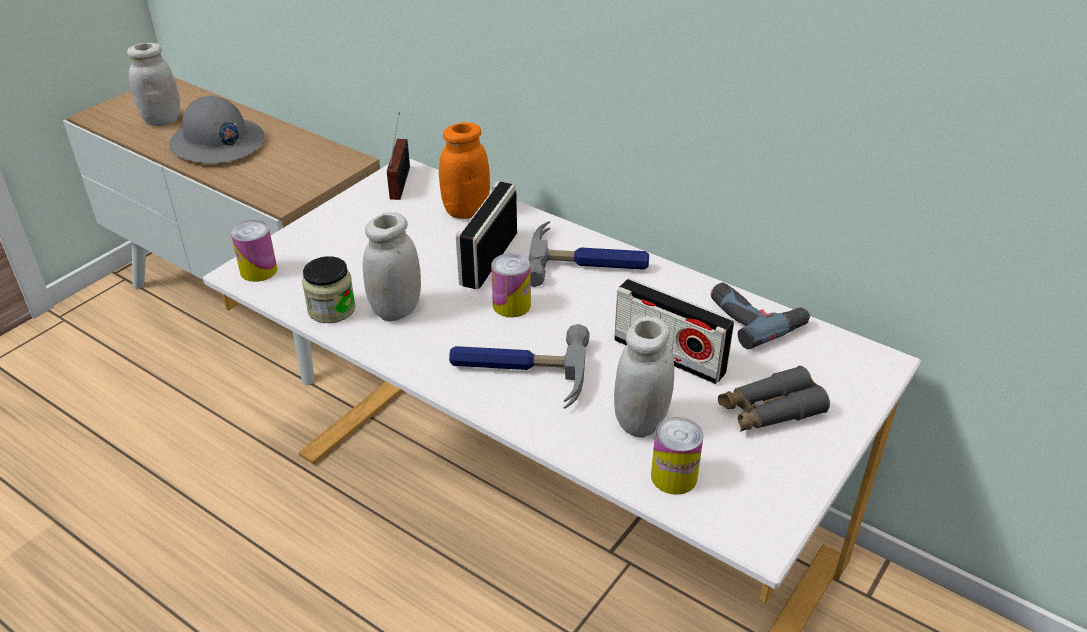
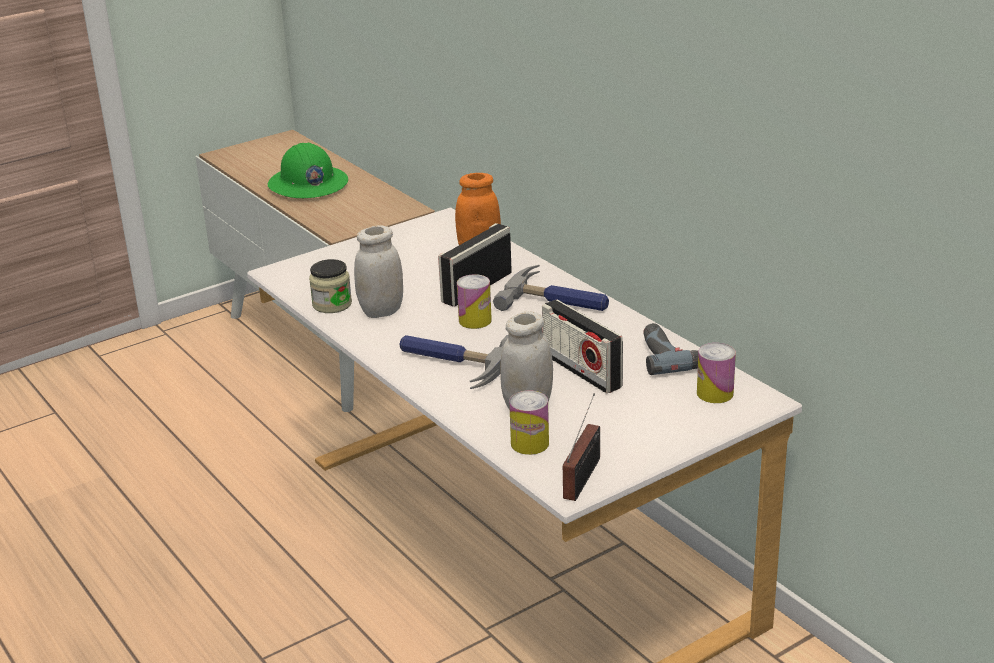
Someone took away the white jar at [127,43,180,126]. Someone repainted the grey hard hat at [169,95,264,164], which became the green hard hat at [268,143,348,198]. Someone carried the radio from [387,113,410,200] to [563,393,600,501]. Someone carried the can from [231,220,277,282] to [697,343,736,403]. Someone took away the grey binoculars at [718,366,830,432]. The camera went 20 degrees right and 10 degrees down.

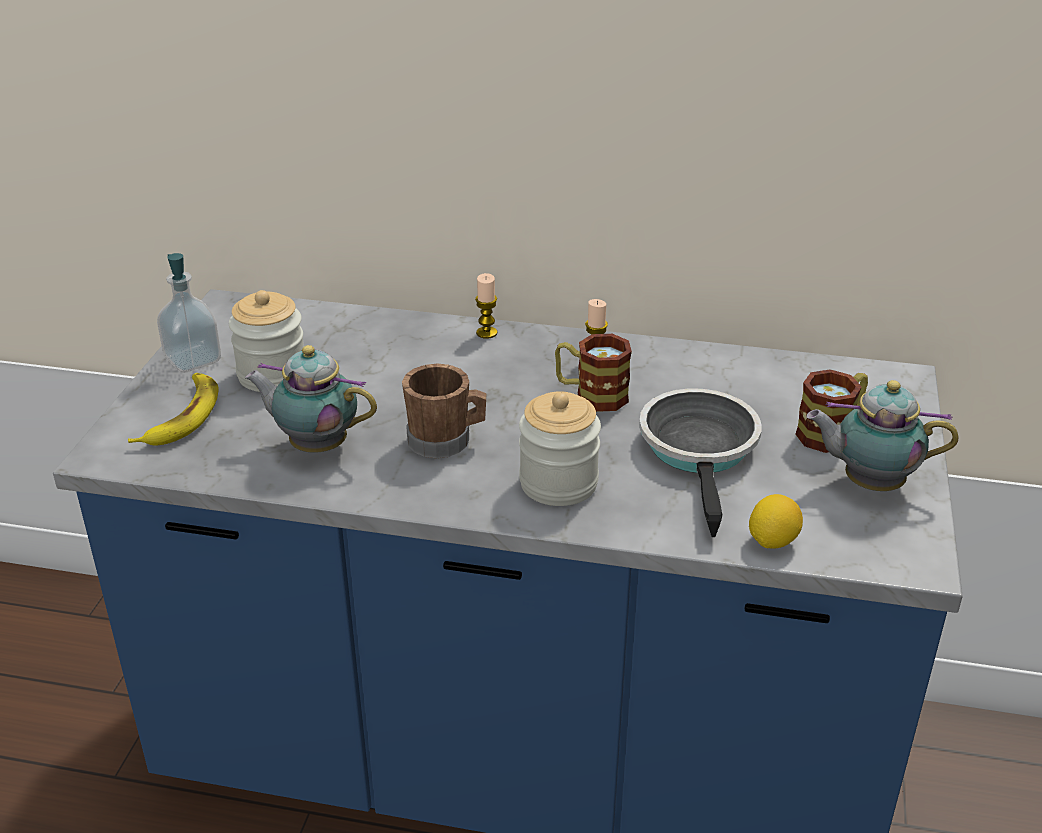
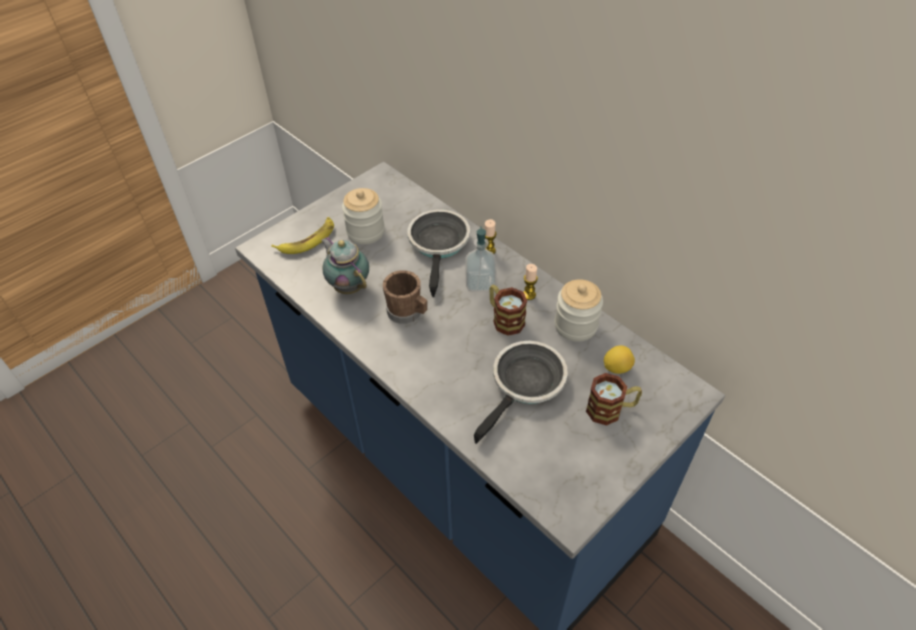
Someone carried the soap dispenser from [157,253,221,373] to [465,226,497,292]. Someone took away the teapot at [806,380,959,491]. Someone carried the jar from [519,391,601,506] to [555,279,603,342]. Someone carried the lemon from [749,494,803,548] to [604,345,635,374]. Someone put down the frying pan at [407,209,470,297]. The camera went 35 degrees right and 15 degrees up.

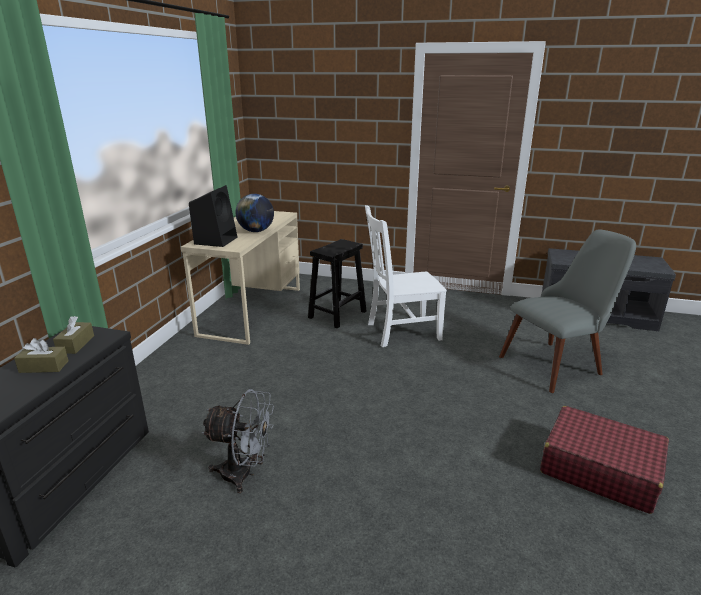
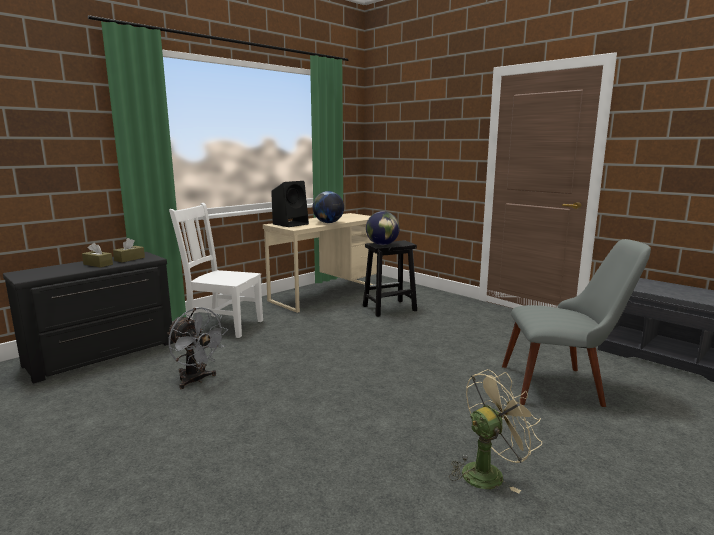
Someone carried the white chair from [365,205,447,347] to [169,203,263,338]. Someone swapped the red suitcase at [540,406,669,514] for the beige fan at [449,369,542,493]. Someone put down the globe at [366,211,400,245]. The camera went 30 degrees right and 10 degrees down.

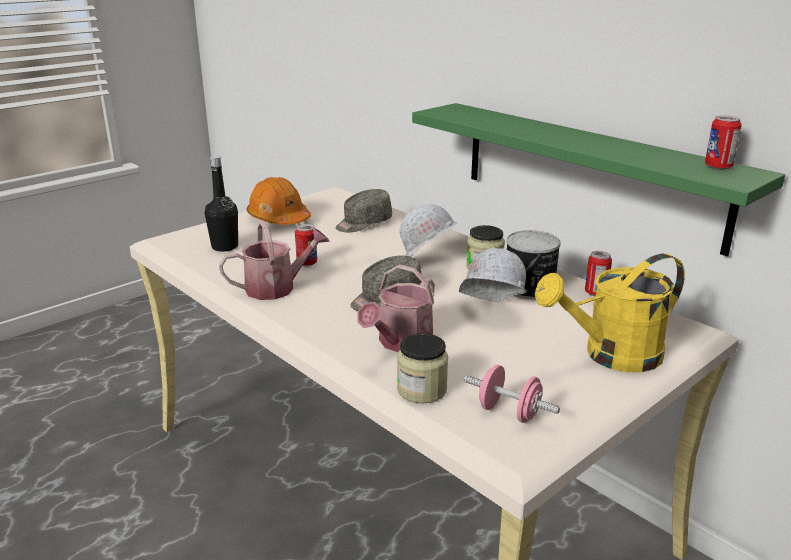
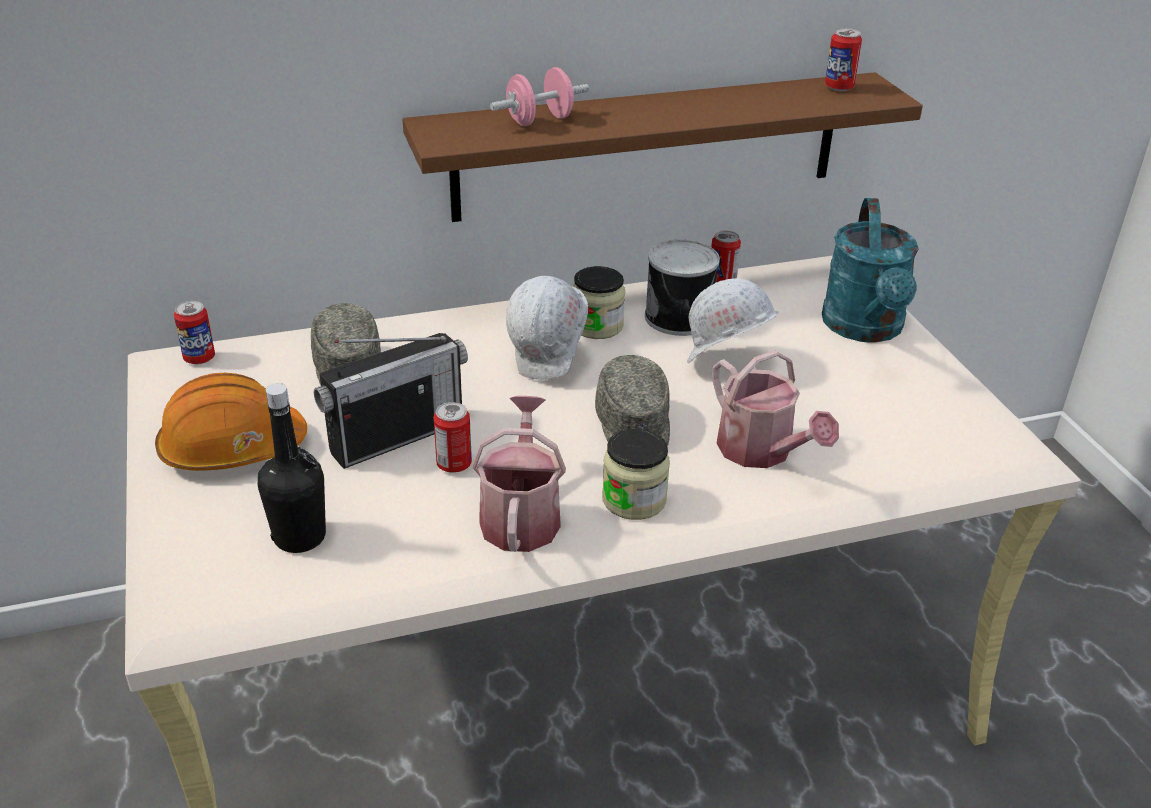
Someone repainted the green shelf at [412,103,785,256], which became the brown shelf at [402,72,923,222]. Someone repainted the yellow watering can at [535,253,685,372], which became the turquoise watering can at [822,198,919,343]. Someone carried the jar from [397,333,448,404] to [602,429,670,520]. Someone carried the pink dumbbell from [464,365,560,423] to [490,67,589,126]. Someone put down the can at [174,301,215,364]. Someone put down the radio at [314,333,468,469]. The camera went 65 degrees left and 10 degrees up.

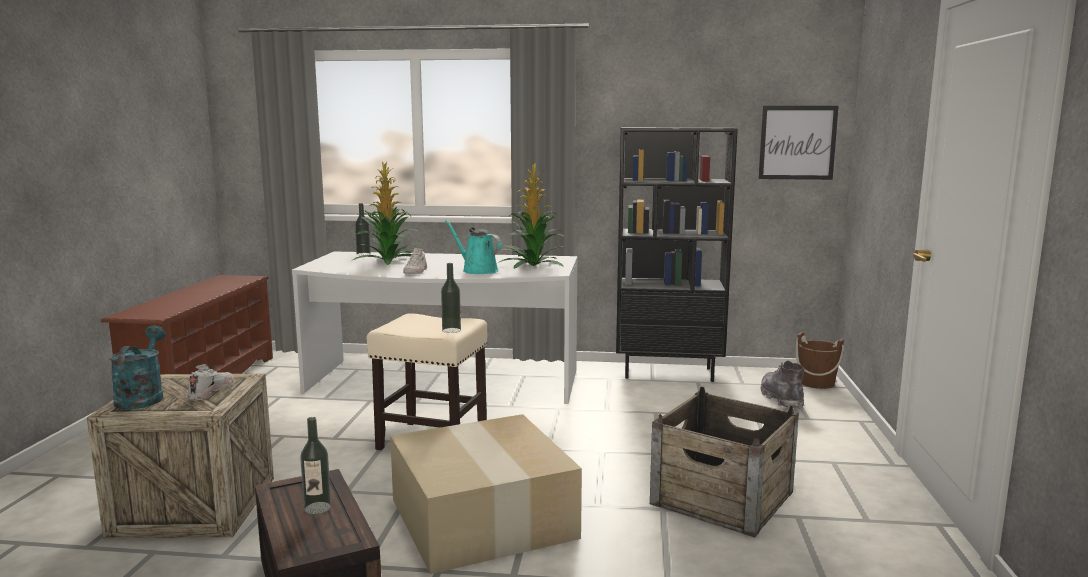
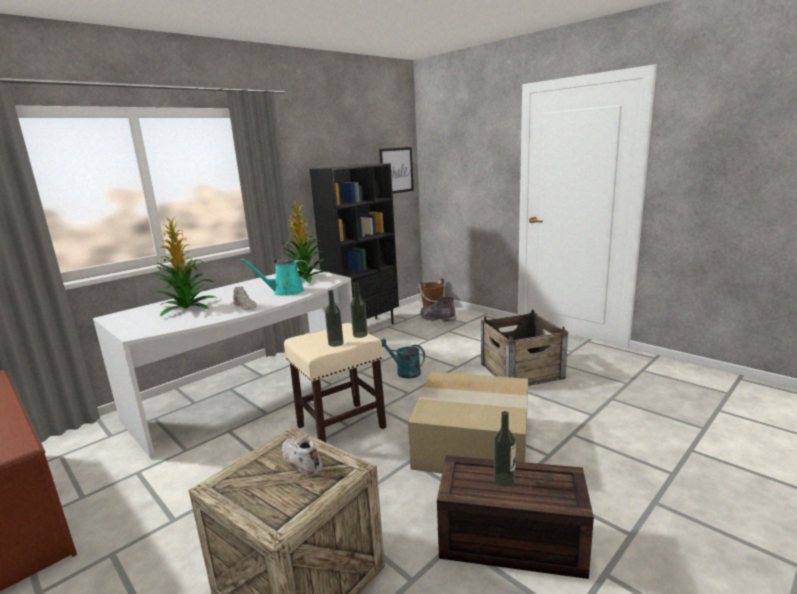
Someone carried the bottle from [355,203,371,256] to [325,290,344,347]. Someone carried the turquoise watering can from [110,325,165,410] to [381,339,425,378]. The camera went 50 degrees left and 5 degrees up.

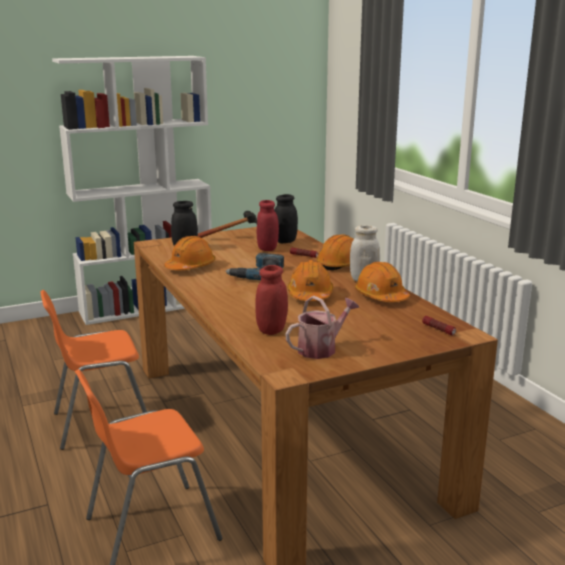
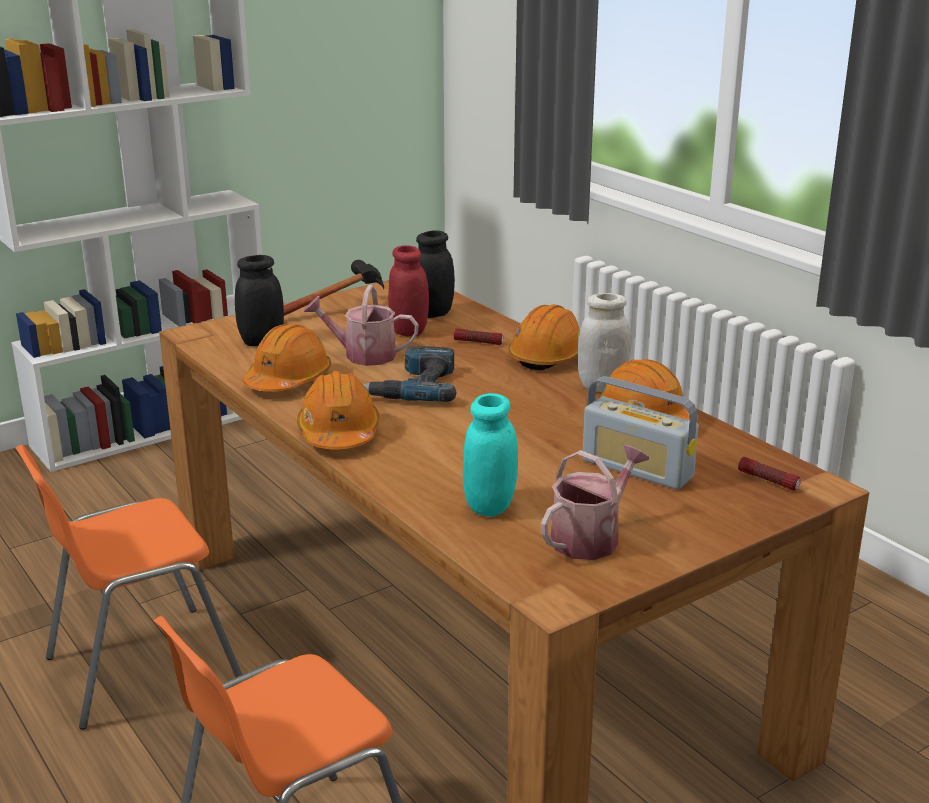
Someone carried the orange hard hat from [287,260,334,301] to [297,371,380,449]. Someone repainted the red jar at [255,265,288,335], which became the turquoise jar at [463,393,518,517]. Someone put down the watering can at [303,285,419,366]. Someone put down the radio at [582,376,699,490]. The camera went 10 degrees left and 5 degrees up.

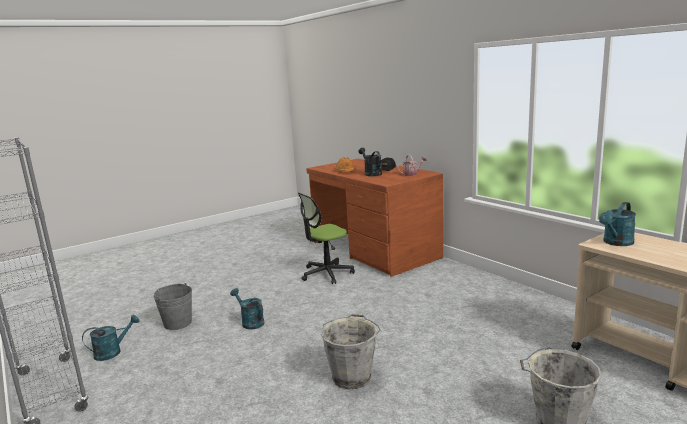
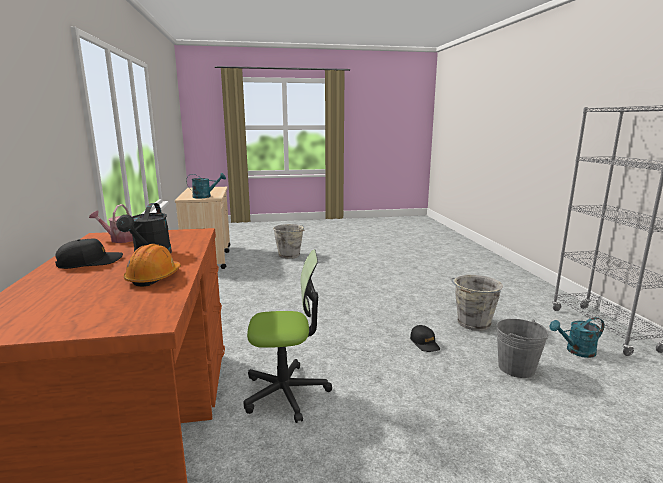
Someone swapped the turquoise watering can at [230,288,264,329] for the black cap at [410,325,440,352]. Someone carried the grey bucket from [321,314,381,389] to [451,275,503,331]. The camera went 155 degrees left and 0 degrees up.

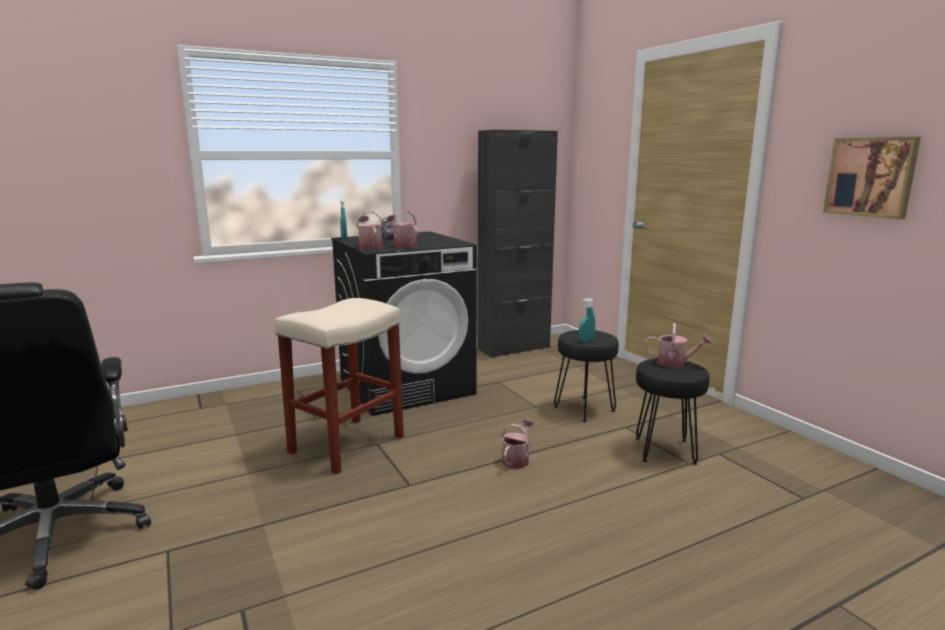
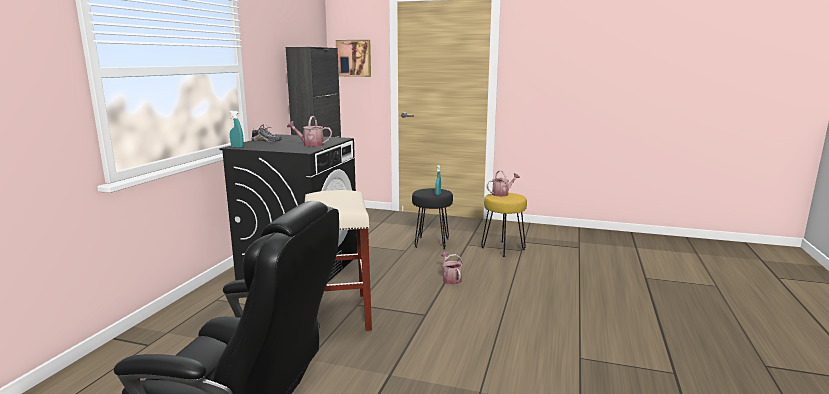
Someone carried the picture from [823,137,921,219] to [336,40,371,77]. Someone took away the watering can at [356,212,383,249]. Someone repainted the black stool at [636,359,710,465], which became the yellow stool at [481,193,527,257]. The camera went 45 degrees left and 0 degrees up.

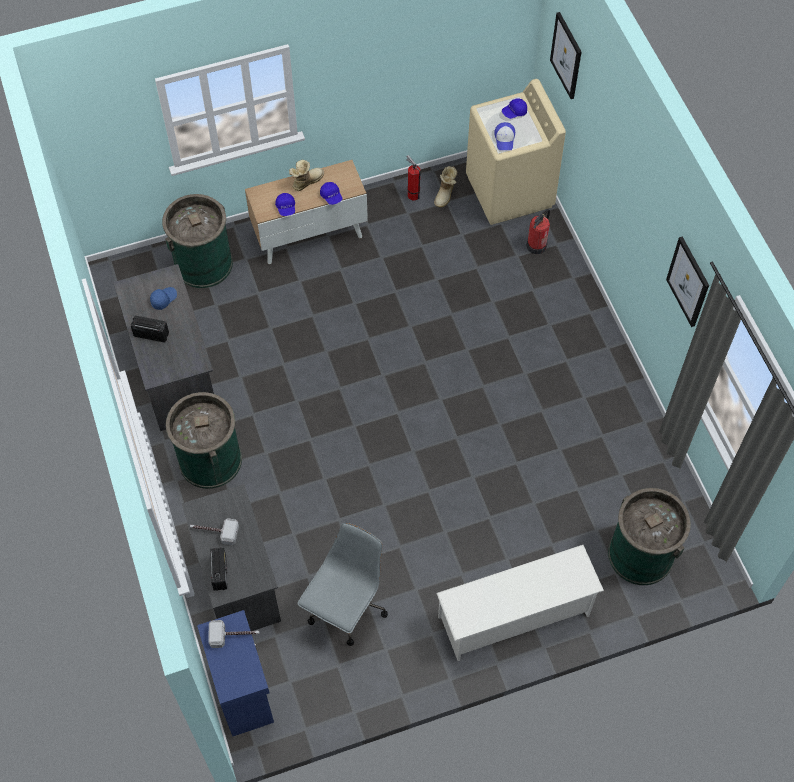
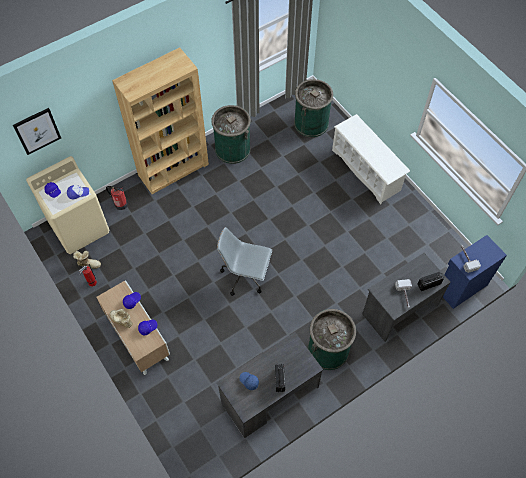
Someone carried the green trash can from [162,194,233,288] to [211,105,251,164]. Someone took away the picture at [666,237,709,327]. Someone carried the grey office chair from [297,523,388,646] to [217,227,272,296]. Someone put down the brown bookcase at [112,48,209,194]. The camera went 105 degrees left and 0 degrees up.

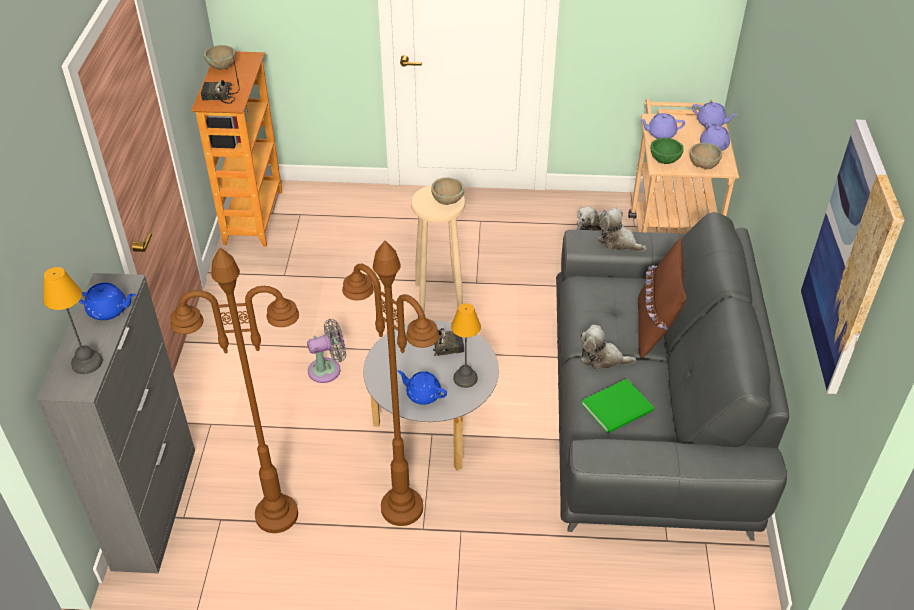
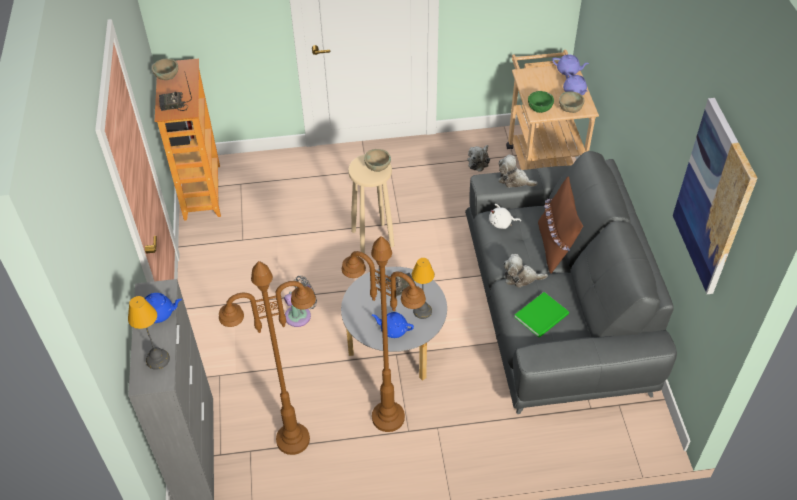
Someone took away the purple teapot at [639,113,685,139]. Someone put down the white plush toy at [489,204,521,229]. The camera went 10 degrees left and 5 degrees up.

